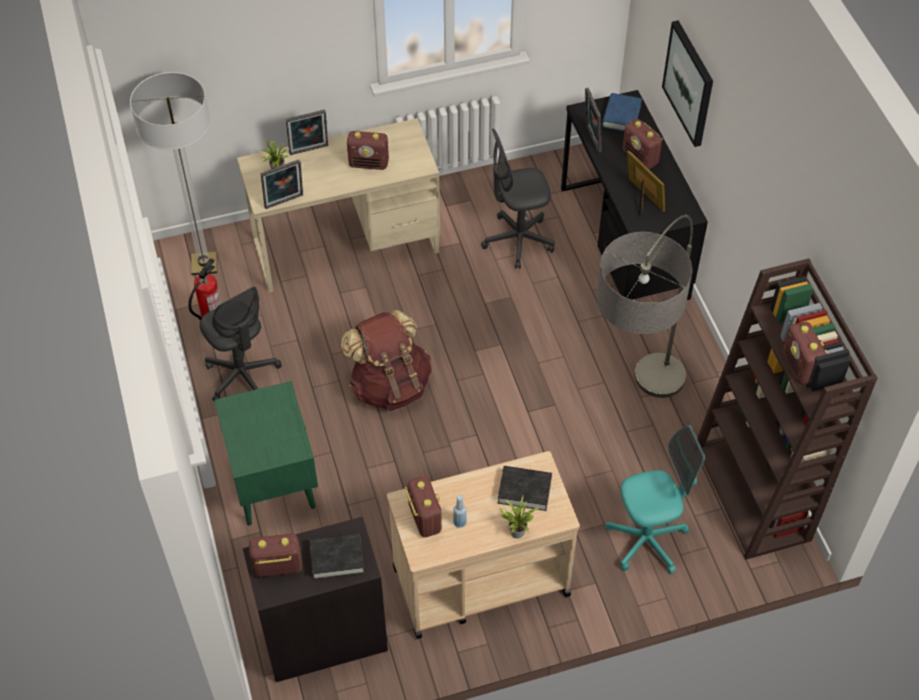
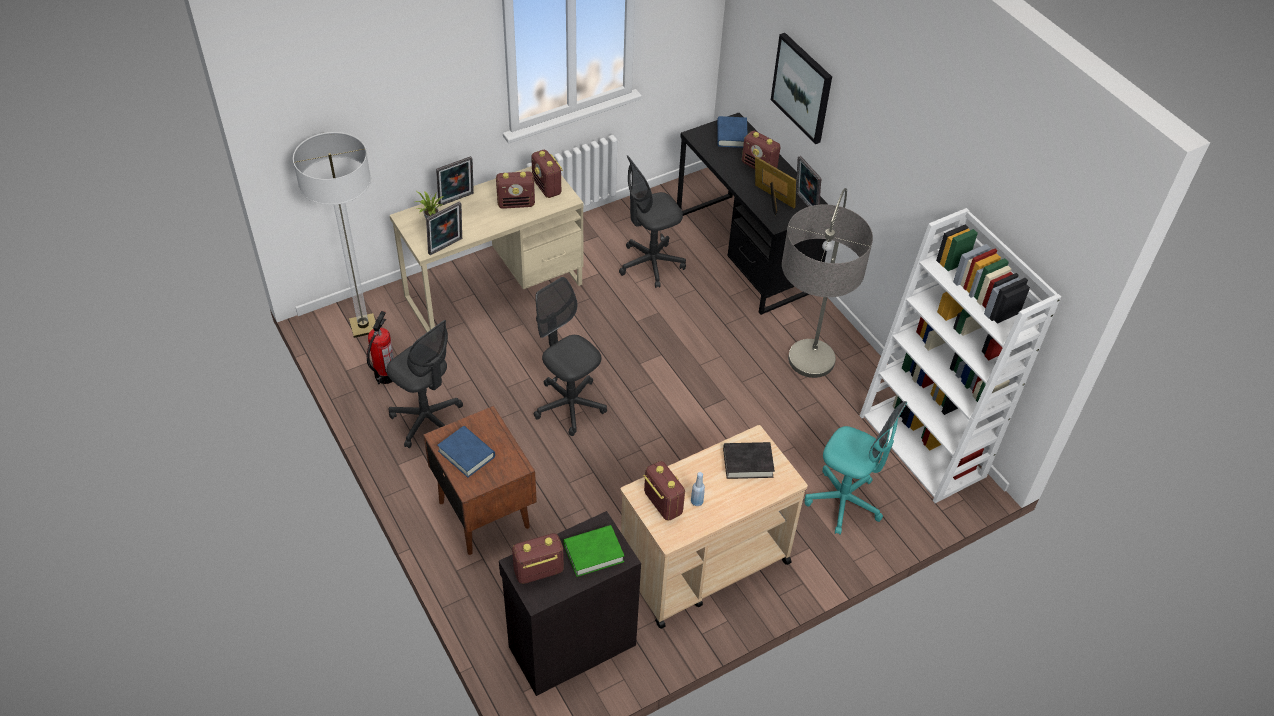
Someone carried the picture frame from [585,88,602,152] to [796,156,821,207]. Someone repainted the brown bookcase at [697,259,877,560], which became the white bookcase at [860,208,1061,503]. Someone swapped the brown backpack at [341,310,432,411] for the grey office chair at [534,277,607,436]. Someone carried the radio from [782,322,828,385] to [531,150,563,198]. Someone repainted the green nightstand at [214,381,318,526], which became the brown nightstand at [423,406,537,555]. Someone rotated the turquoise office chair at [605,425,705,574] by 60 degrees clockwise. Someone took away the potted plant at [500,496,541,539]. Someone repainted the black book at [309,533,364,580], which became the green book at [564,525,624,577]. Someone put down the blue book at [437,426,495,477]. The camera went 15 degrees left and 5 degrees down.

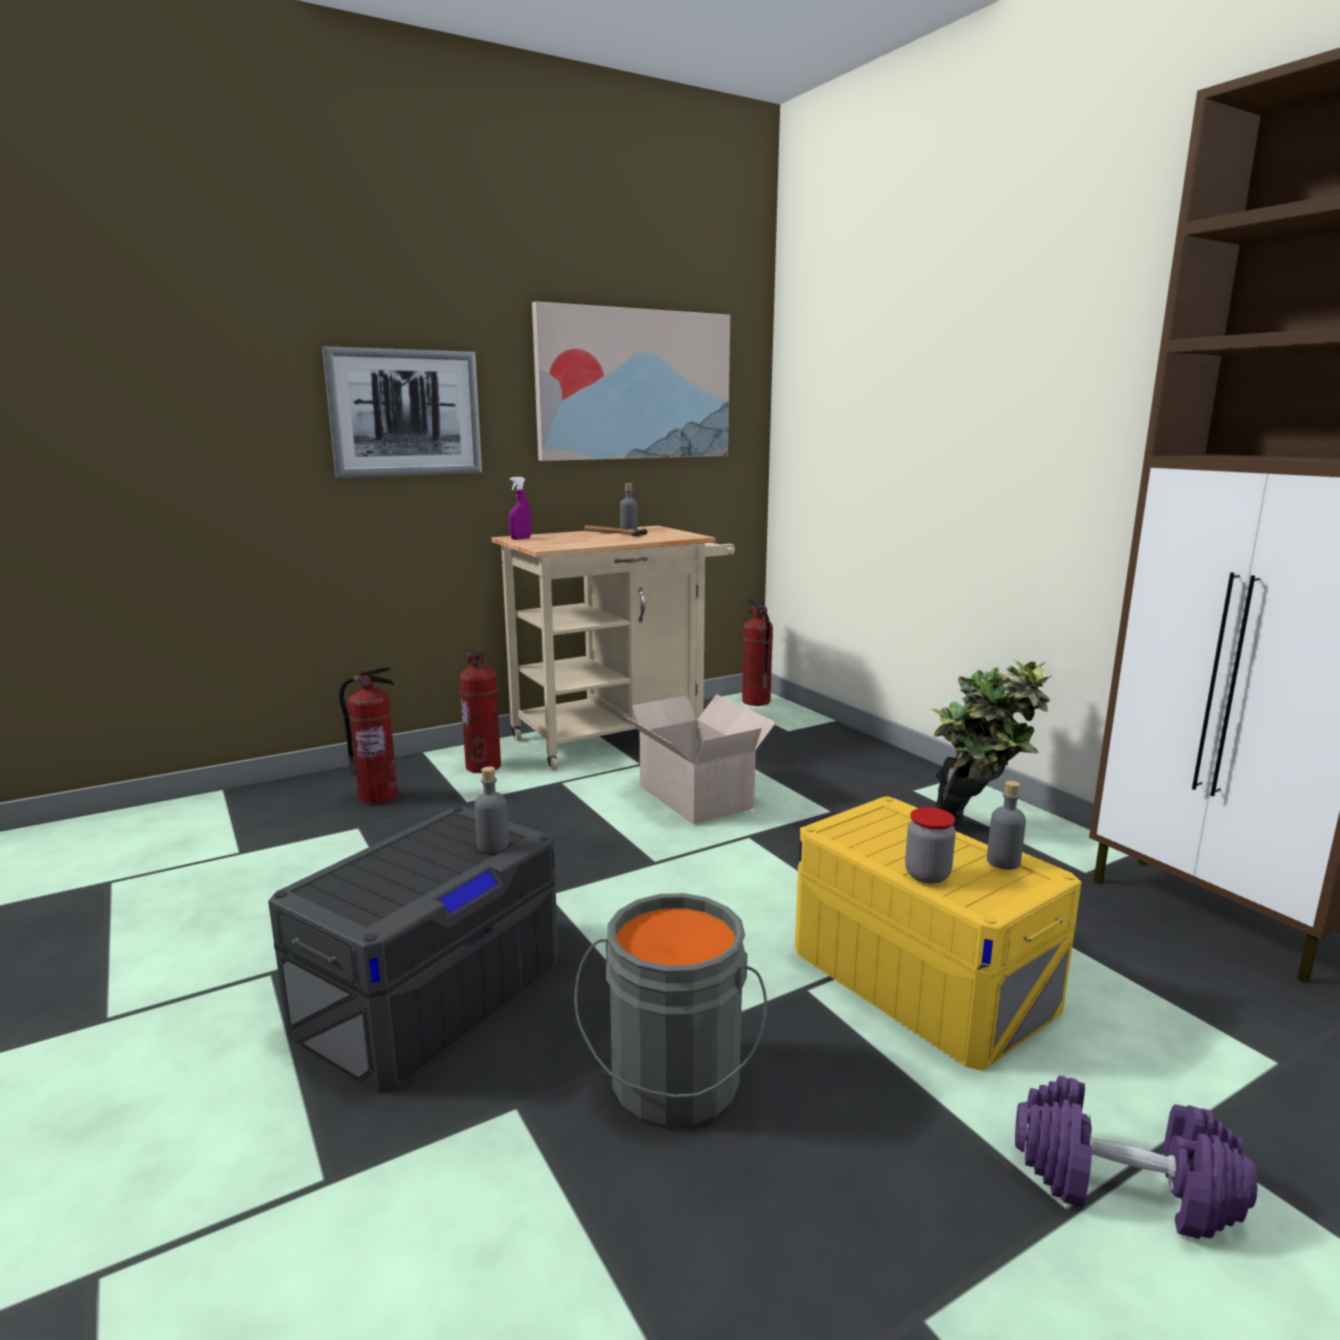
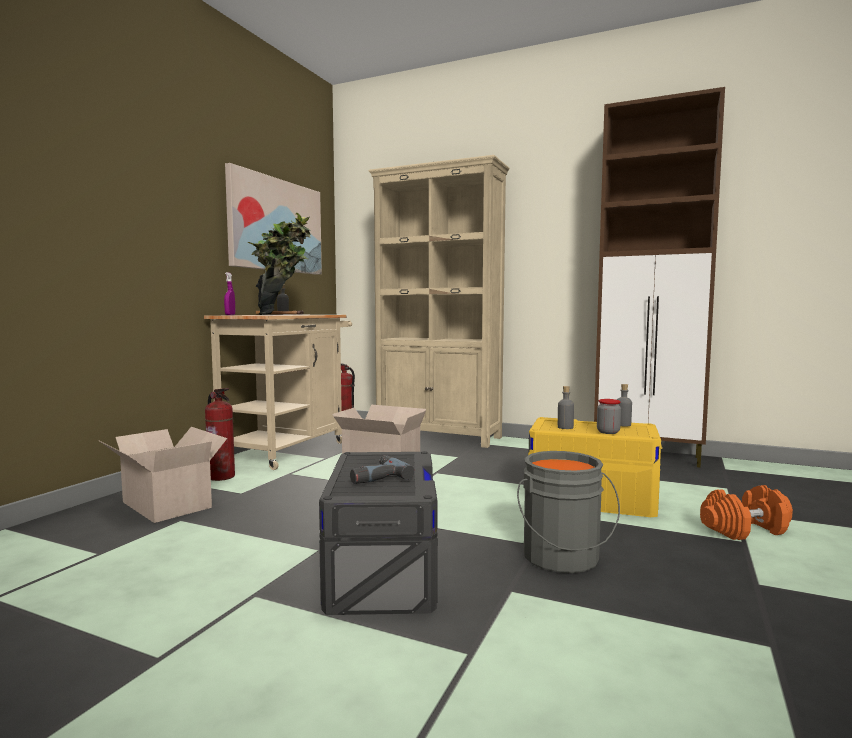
Someone took away the picture at [322,346,482,478]. Someone carried the potted plant from [930,660,1052,827] to [248,213,311,315]. Someone swapped the fire extinguisher at [339,665,398,805] for the cardboard box at [99,427,227,523]. Someone carried the grey bottle from [474,766,509,853] to [558,386,574,429]. Someone repainted the purple dumbbell at [1015,1076,1257,1239], which became the orange dumbbell at [700,485,793,540]. Someone put down the beige bookcase at [369,155,510,448]. Someone put down the power drill at [350,455,415,484]. The camera went 35 degrees left and 10 degrees down.

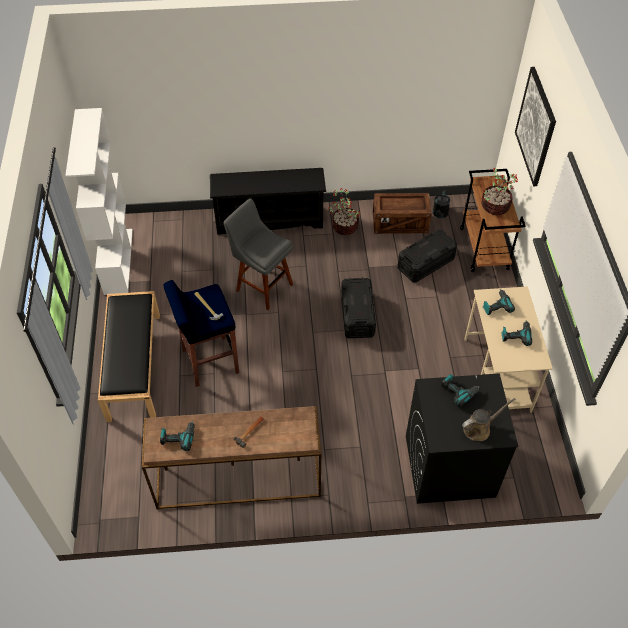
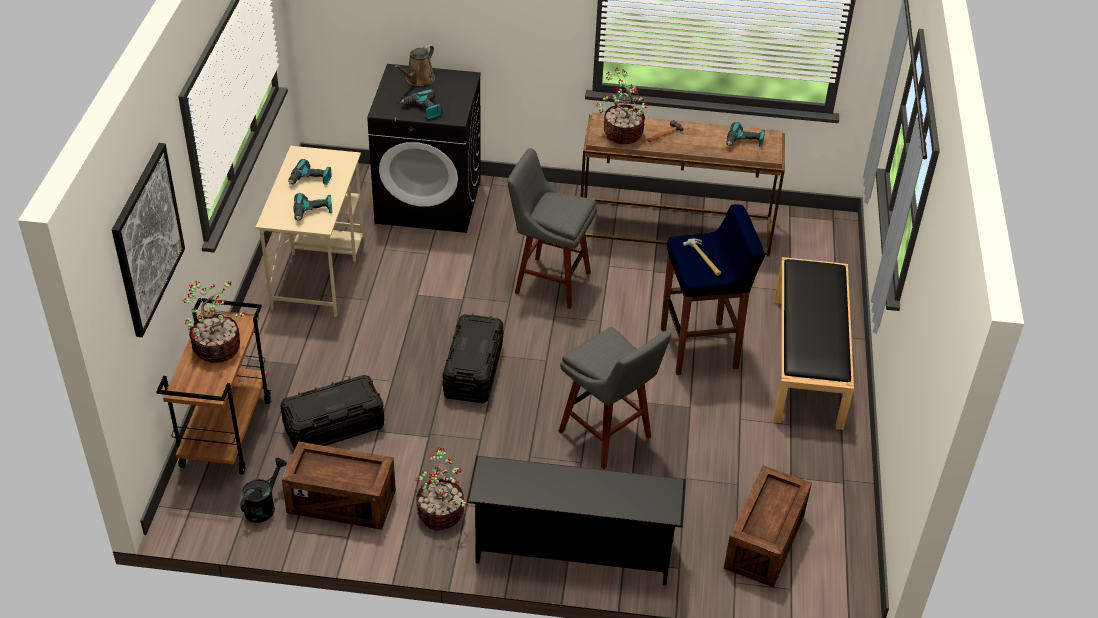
Someone took away the white bookcase at [65,108,133,295]. Someone rotated the brown watering can at [462,398,515,441] by 45 degrees counterclockwise. Someone put down the potted plant at [595,68,648,144]. Someone put down the grey stool at [507,148,597,309]. Someone put down the crate at [724,466,812,587]. The camera went 170 degrees left and 10 degrees down.

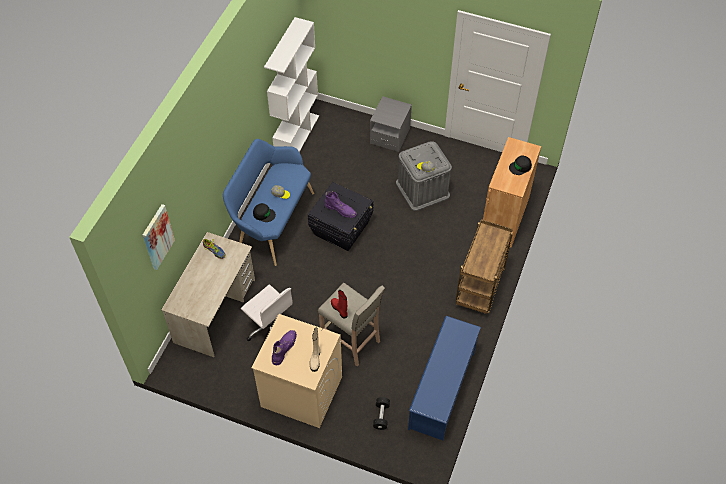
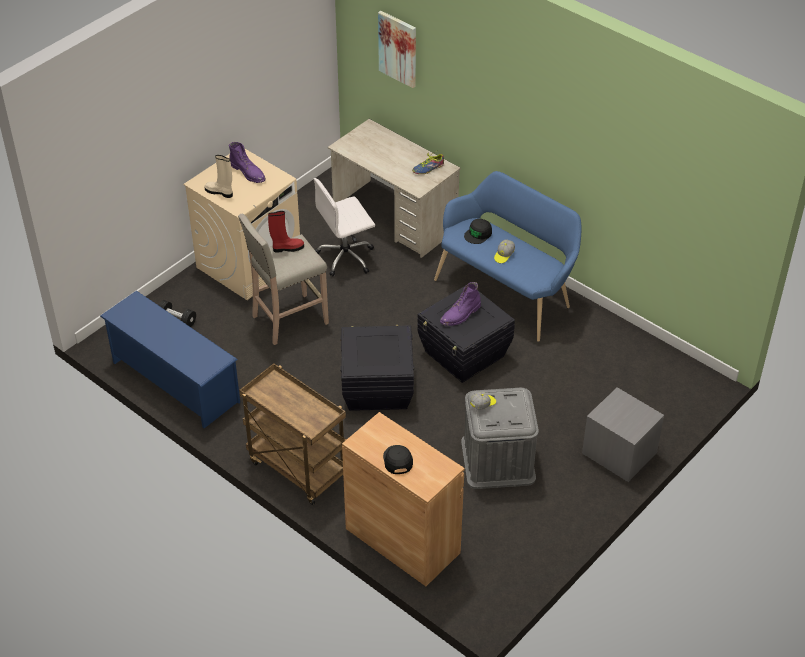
Someone took away the white bookcase at [264,17,319,152]. Someone put down the black storage box at [340,325,414,411]. The camera went 110 degrees right and 10 degrees down.

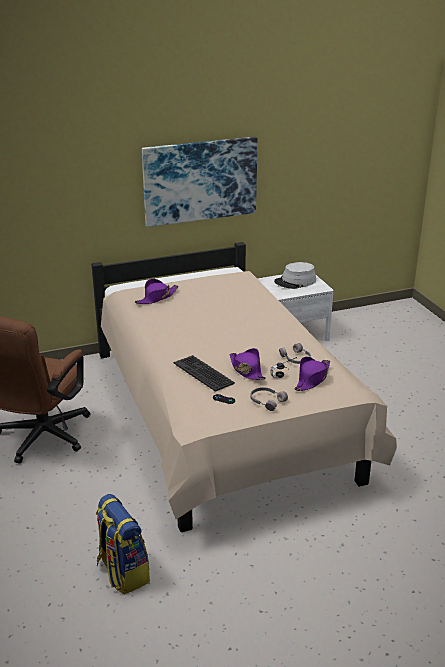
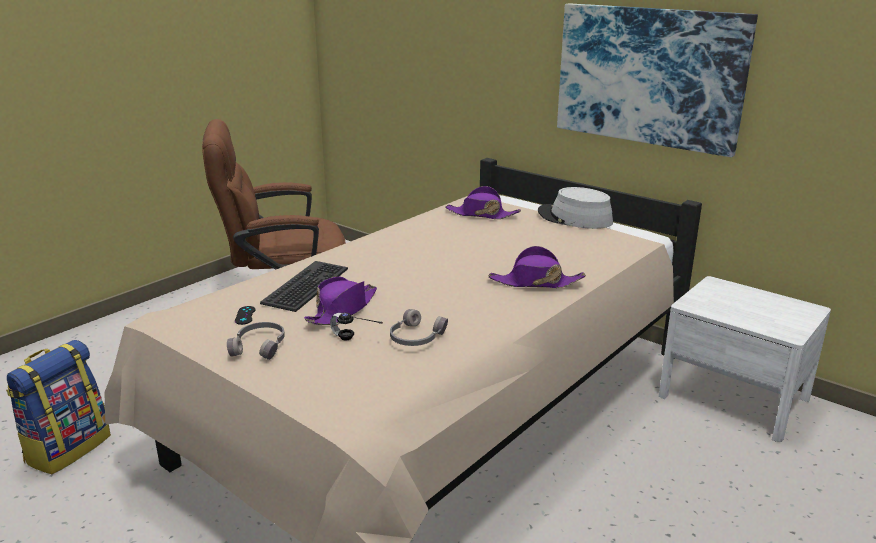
Someone carried the grey hat from [274,262,316,289] to [538,187,613,229]. Someone carried the purple hat from [294,357,330,391] to [489,246,586,288]. The camera went 60 degrees right and 5 degrees down.

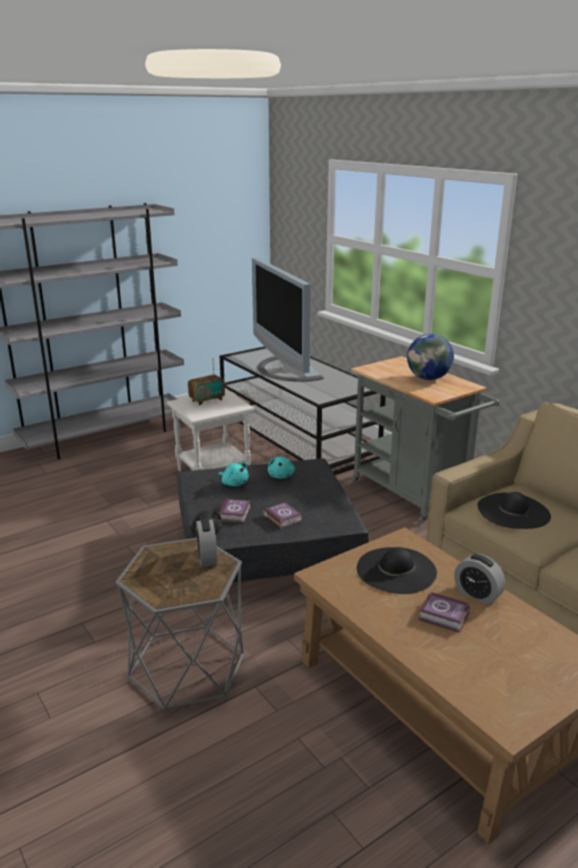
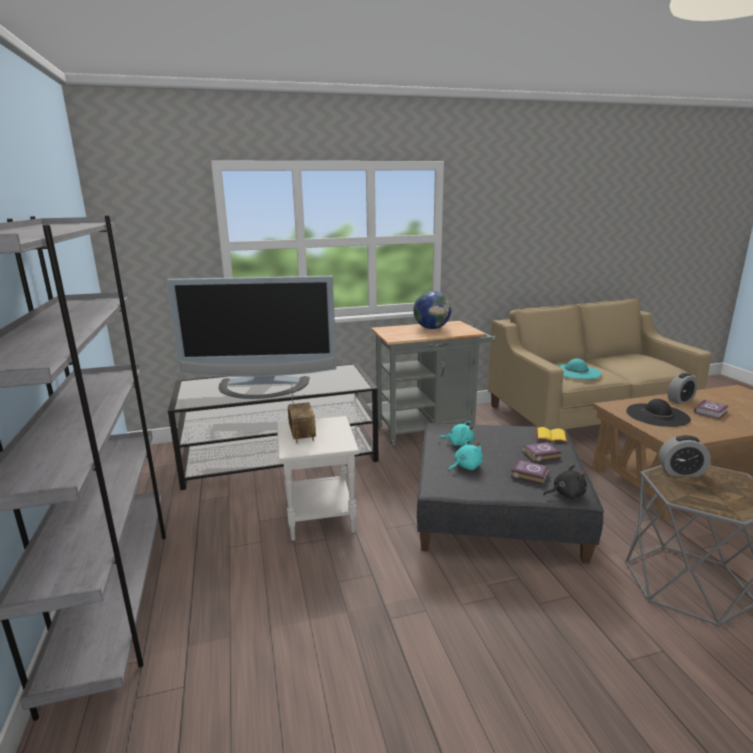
Someone repainted the black hat at [477,492,551,529], which became the turquoise hat at [556,359,602,379]. Someone put down the yellow book at [536,427,568,443]. The camera went 70 degrees left and 5 degrees down.

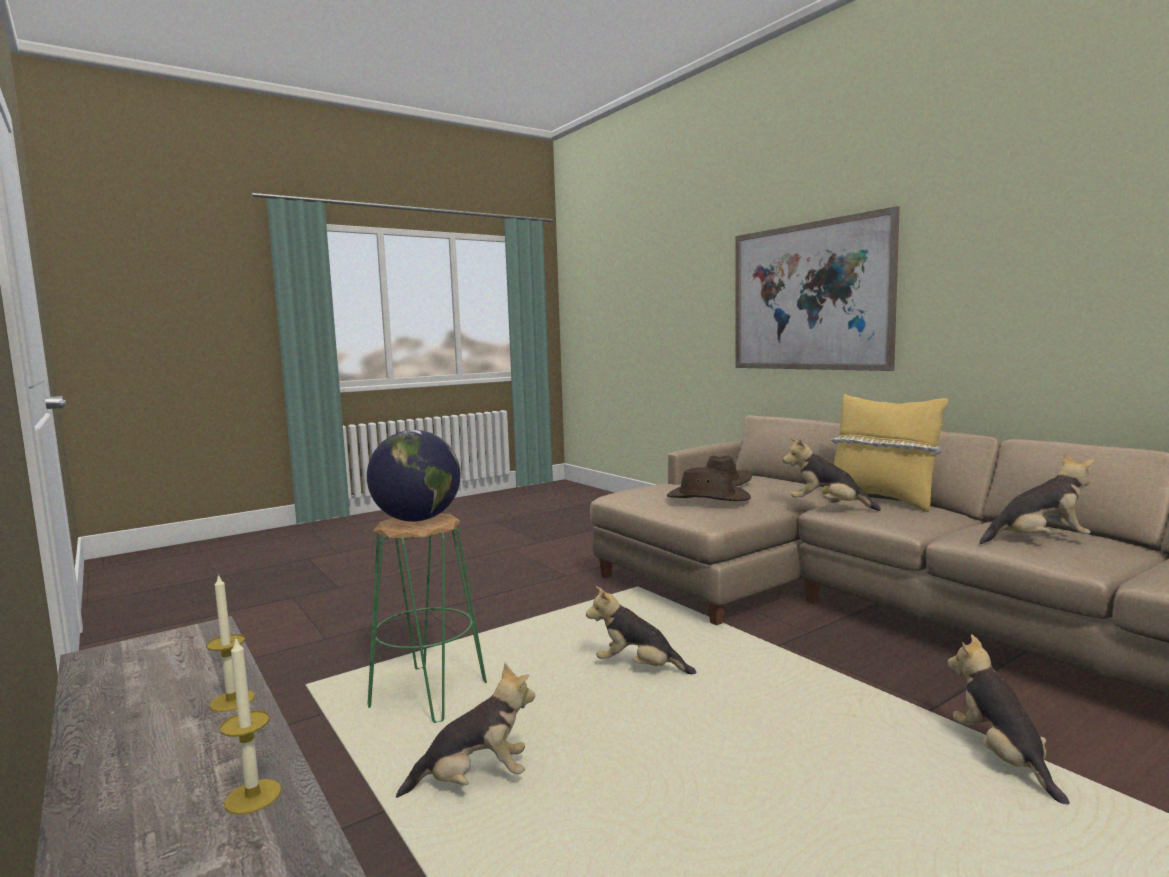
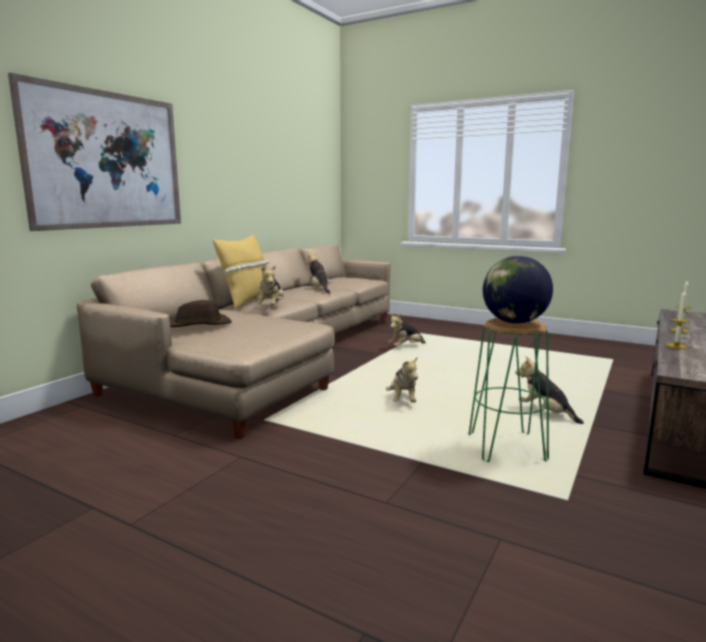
Someone took away the brown hat at [667,467,751,501]. The camera went 115 degrees left and 5 degrees up.

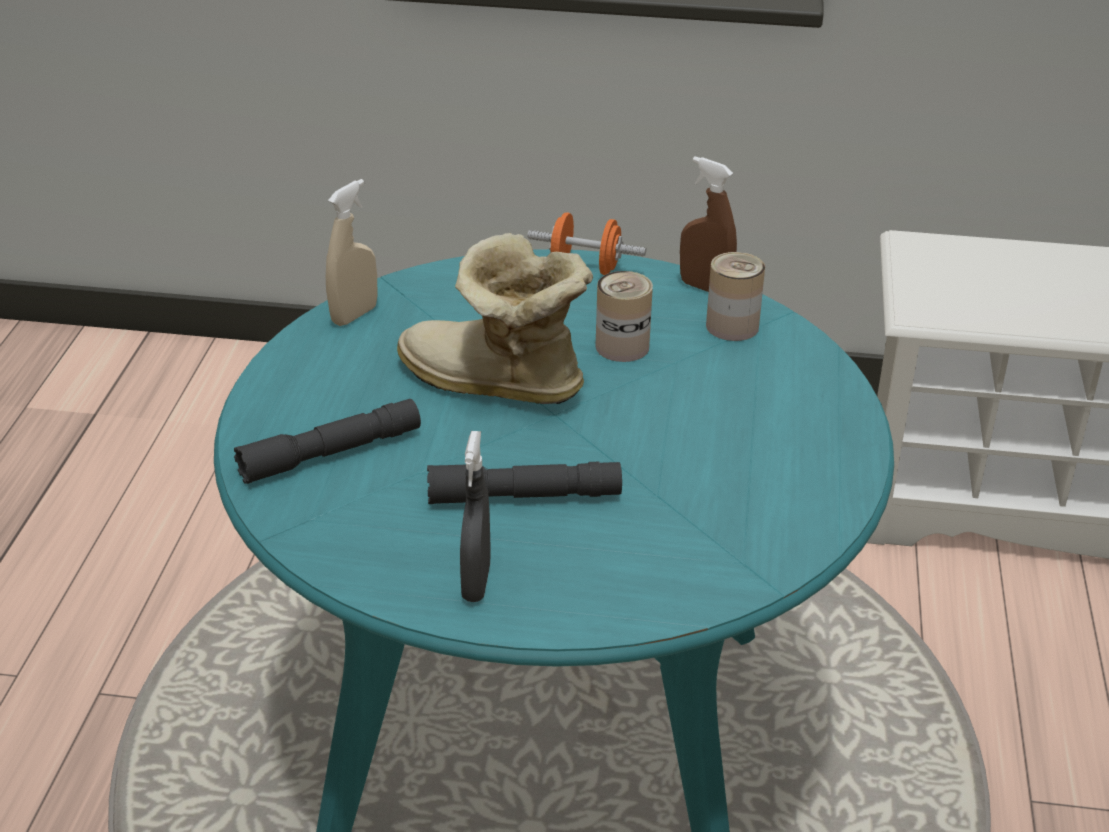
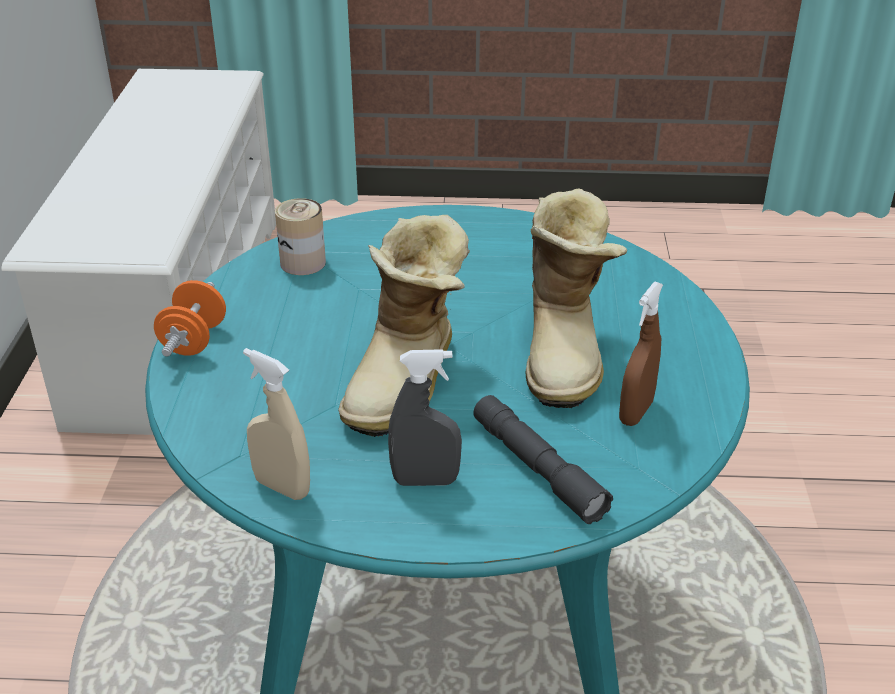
Someone carried the brown spray bottle from [680,156,737,292] to [619,281,663,426]. Someone took away the can at [595,271,653,362]. Someone carried the grey spray bottle from [460,431,490,602] to [388,349,462,486]. Someone swapped the grey flashlight at [427,461,622,504] for the boot at [525,188,627,408]. The camera went 95 degrees left and 0 degrees up.

